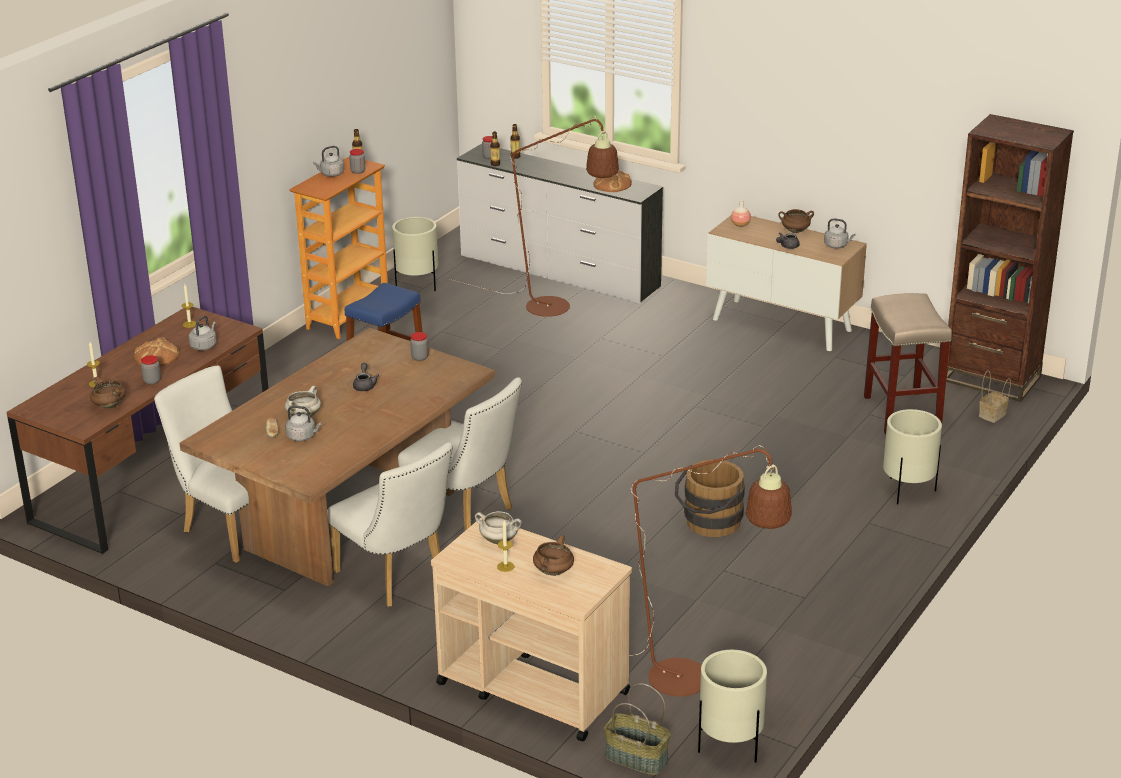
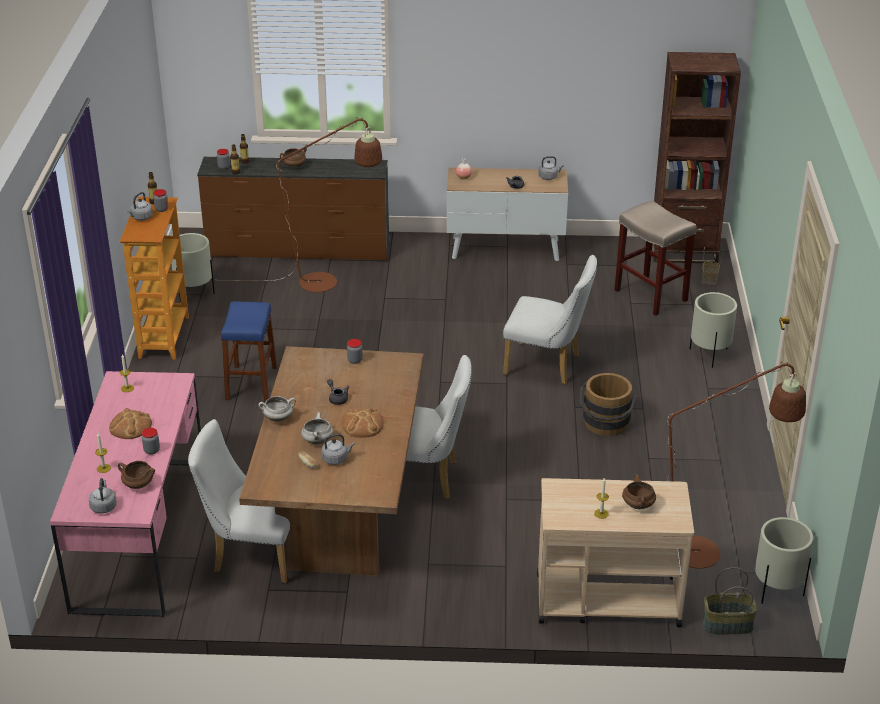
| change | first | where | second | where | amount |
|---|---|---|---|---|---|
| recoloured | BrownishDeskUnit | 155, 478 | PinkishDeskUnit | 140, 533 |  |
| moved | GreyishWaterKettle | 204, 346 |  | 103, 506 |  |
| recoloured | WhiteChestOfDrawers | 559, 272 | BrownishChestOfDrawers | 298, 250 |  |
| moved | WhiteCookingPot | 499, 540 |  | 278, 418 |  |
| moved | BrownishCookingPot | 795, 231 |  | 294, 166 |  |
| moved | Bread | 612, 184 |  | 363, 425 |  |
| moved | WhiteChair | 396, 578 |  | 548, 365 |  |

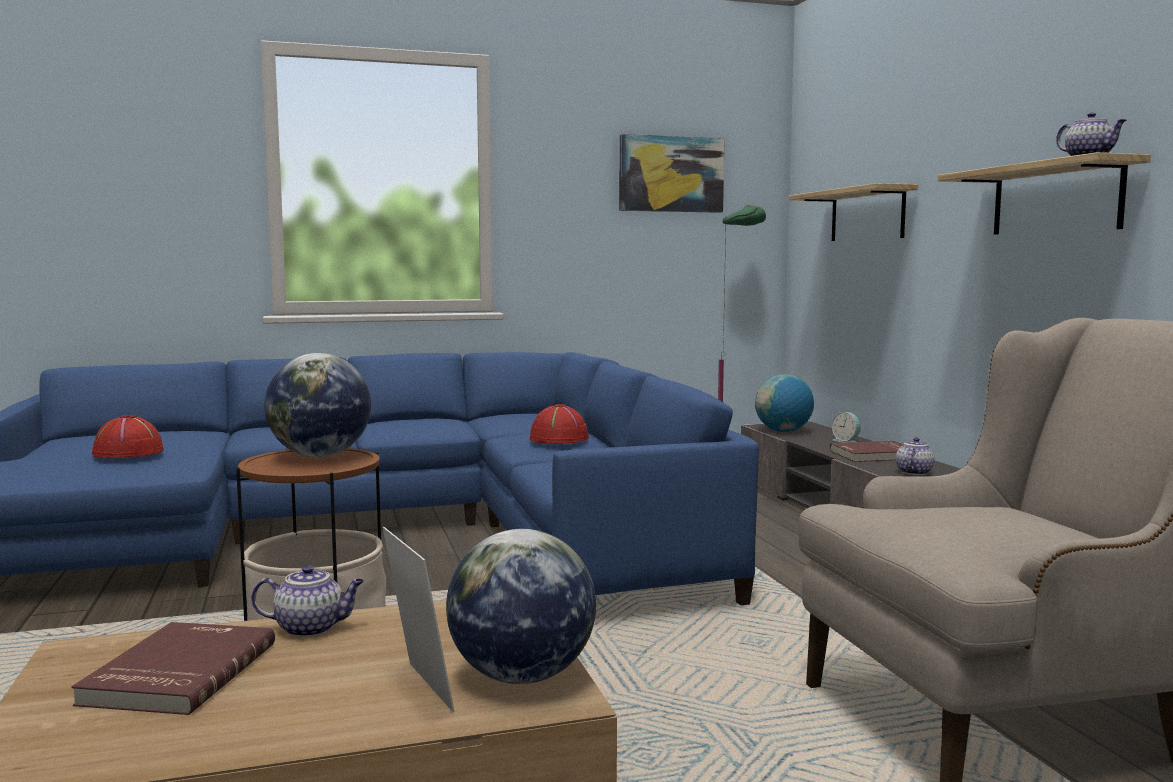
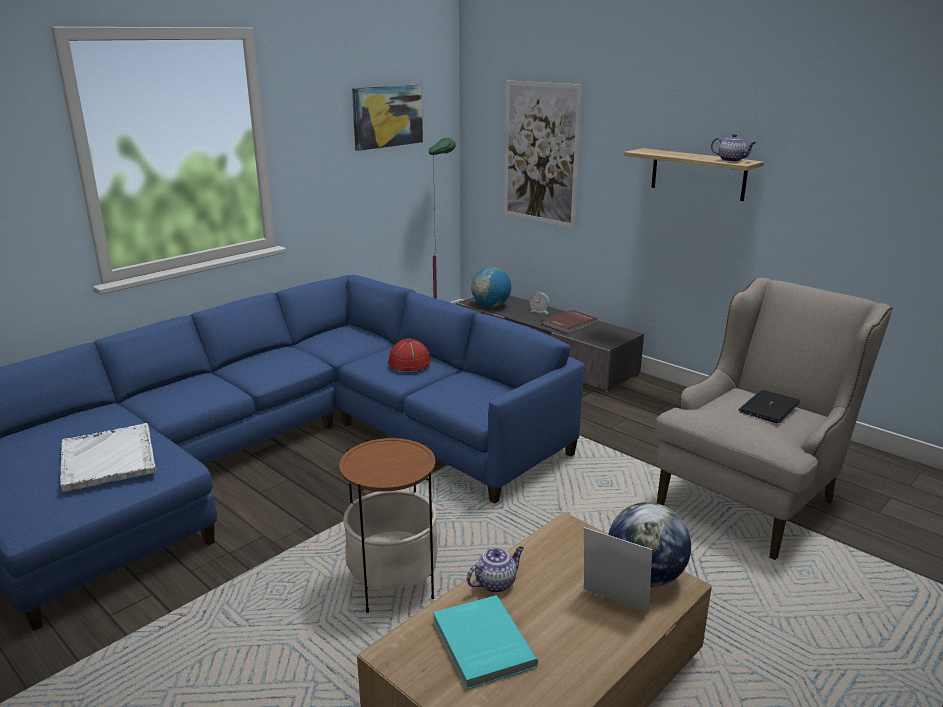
| change | first | where | second | where | amount |
|---|---|---|---|---|---|
| replaced | RedWearableHat | 128, 453 | WhiteServingTray | 108, 459 |  |
| recoloured | RedBoundBook | 177, 673 | TurquoiseBoundBook | 481, 644 |  |
| replaced | Shelf | 867, 215 | WallArt | 541, 153 |  |
| added |  |  | NotebookComputer | 769, 408 |  |
| removed | DeskGlobe | 319, 456 |  |  |  |
| removed | Teapot | 914, 472 |  |  |  |

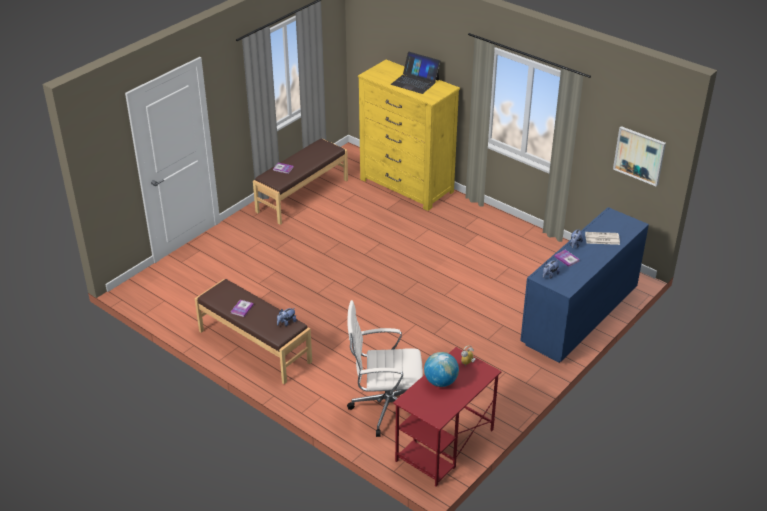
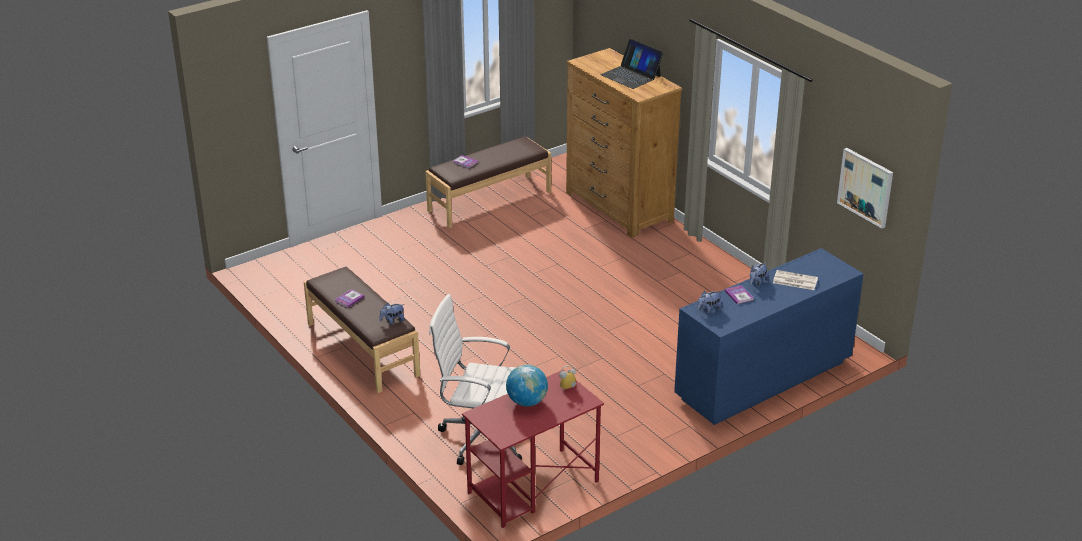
| change | first | where | second | where | amount |
|---|---|---|---|---|---|
| recoloured | YellowColouredChestOfDrawers | 406, 186 | BrownishChestOfDrawers | 619, 207 |  |

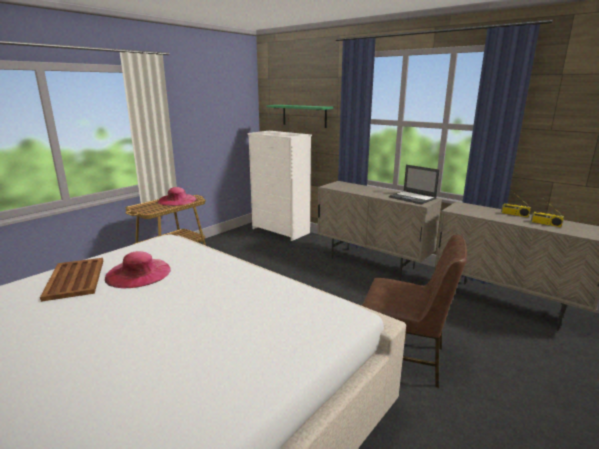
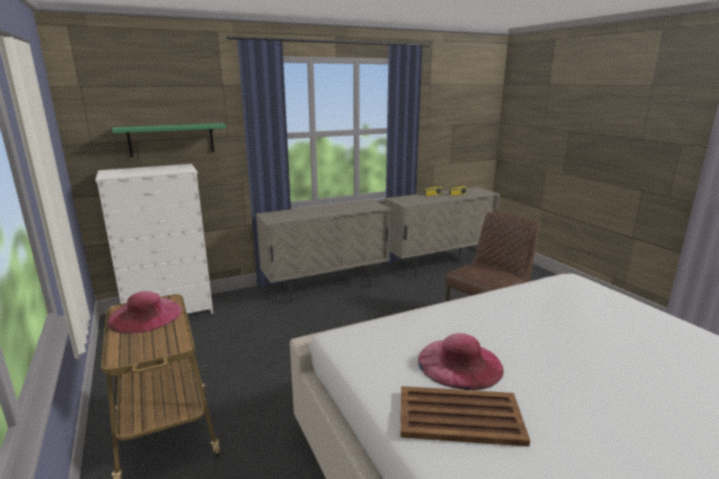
| change | first | where | second | where | amount |
|---|---|---|---|---|---|
| removed | NotebookComputer | 413, 198 |  |  |  |

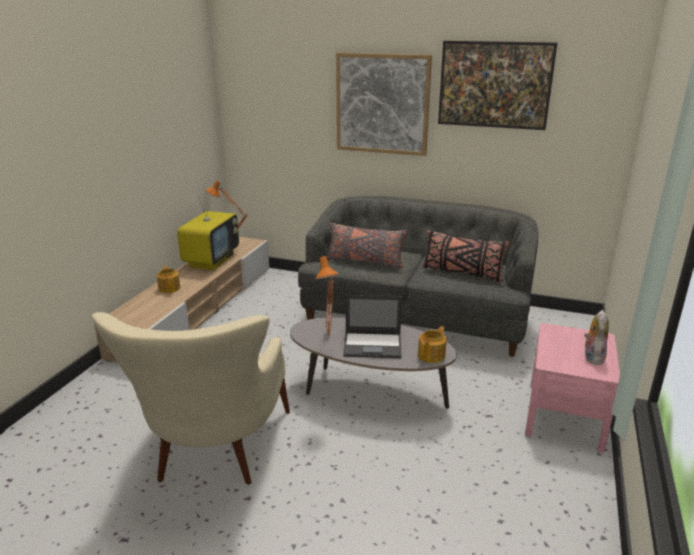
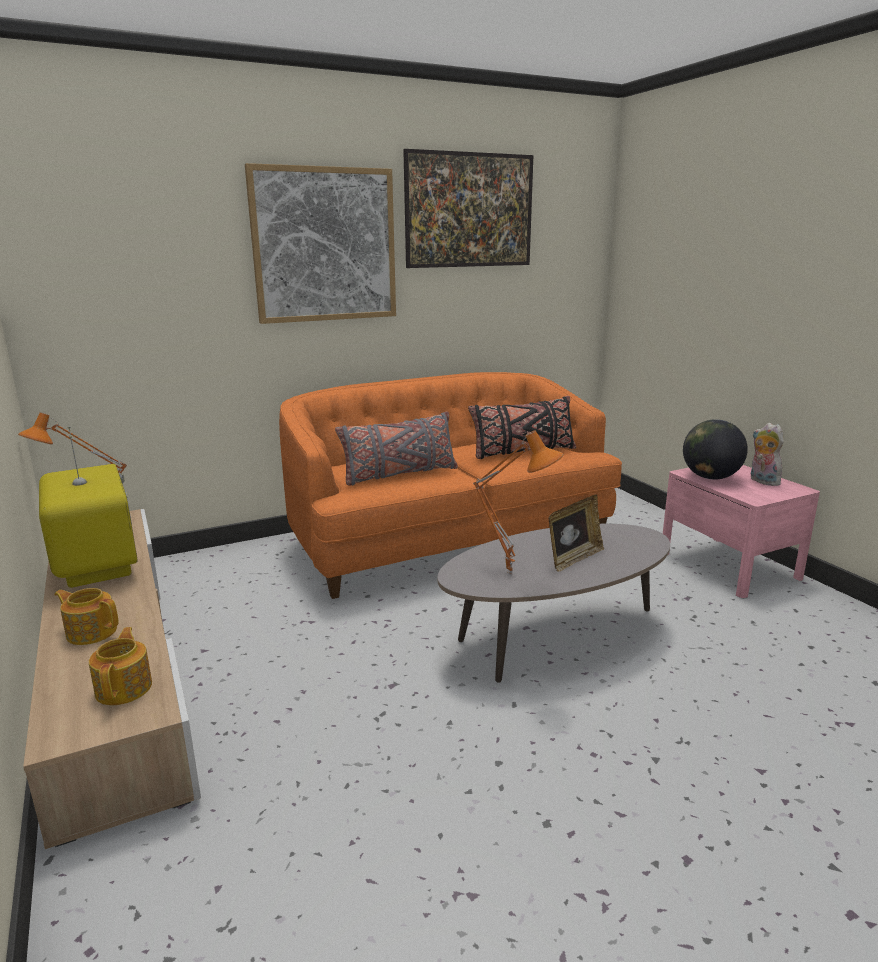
| change | first | where | second | where | amount |
|---|---|---|---|---|---|
| moved | Teapot | 432, 355 |  | 125, 687 |  |
| recoloured | GreyishSofa | 416, 316 | OrangeColouredSofa | 448, 539 |  |
| replaced | NotebookComputer | 373, 345 | PictureFrame | 573, 559 |  |
| added |  |  | DeskGlobe | 710, 477 |  |
| removed | BeigeColouredArmchair | 212, 457 |  |  |  |

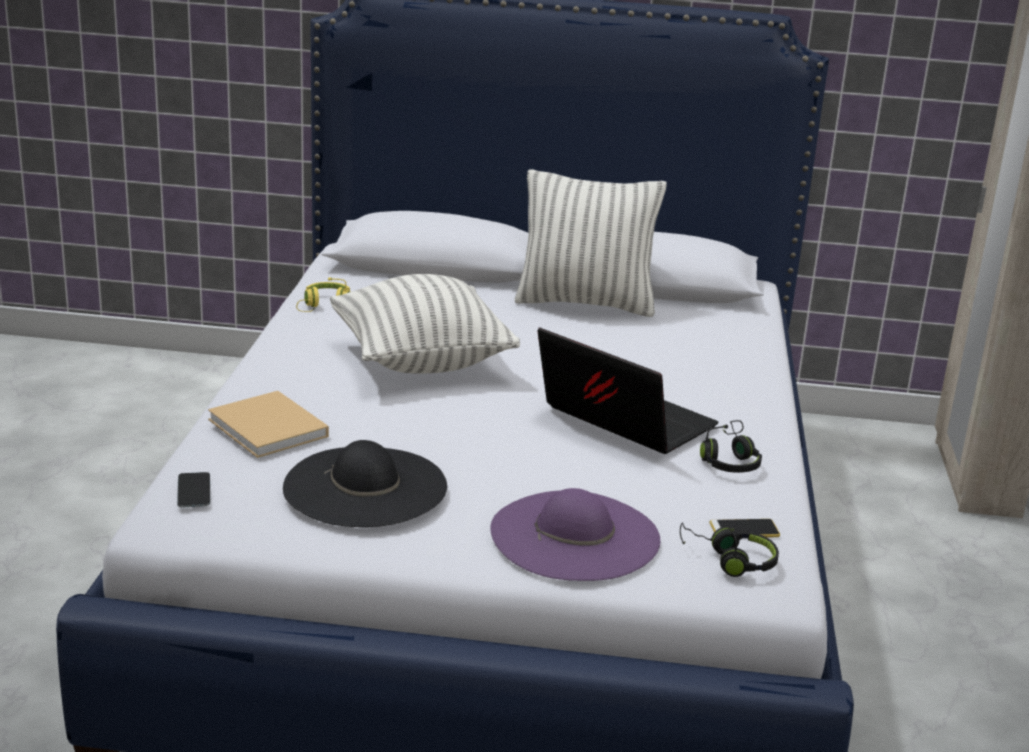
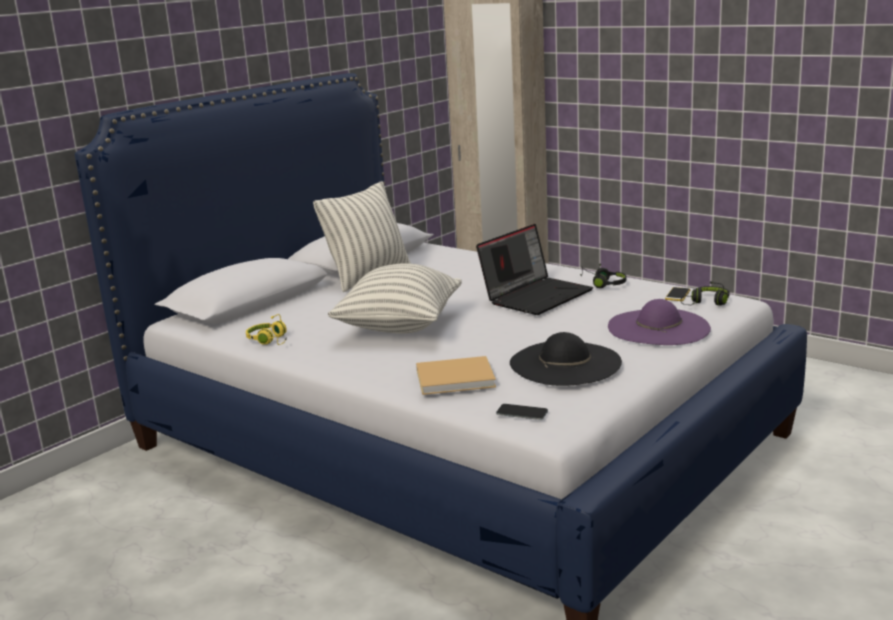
| change | first | where | second | where | amount |
|---|---|---|---|---|---|
| turned | NotebookComputer | 621, 421 |  | 536, 296 | 150 degrees clockwise |

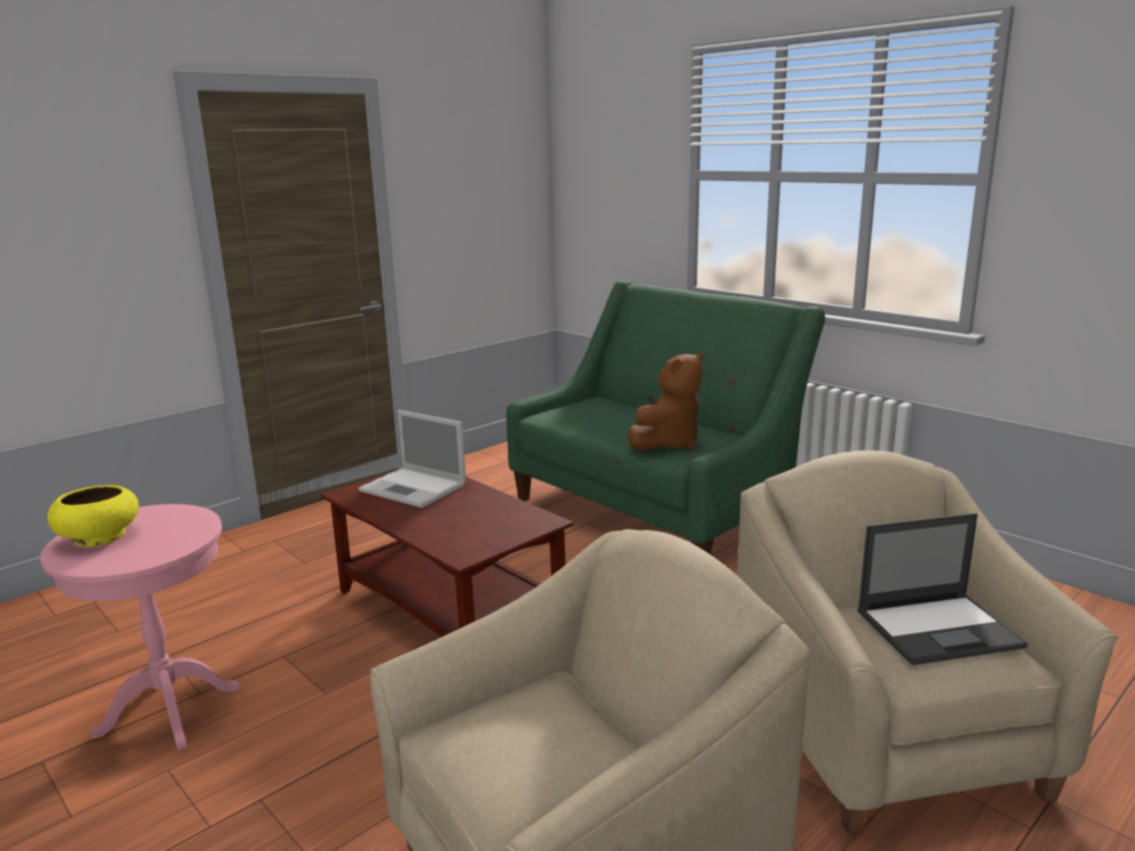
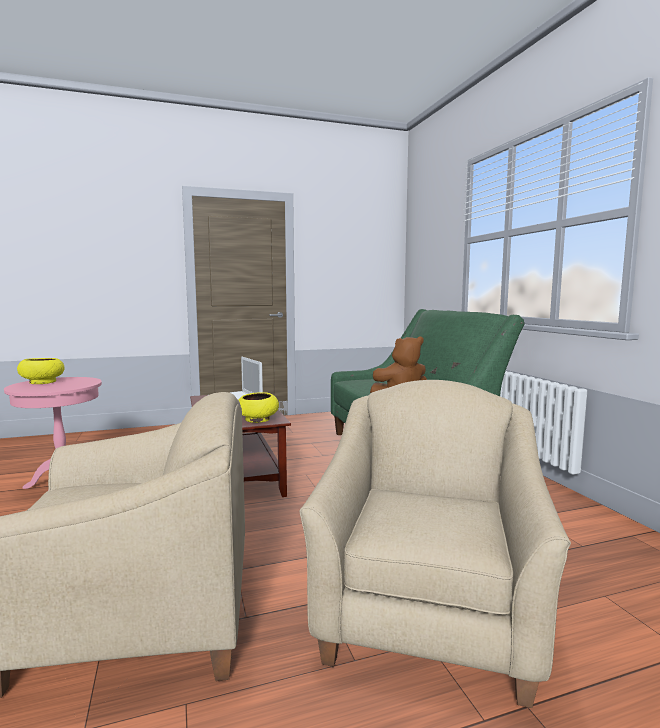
| change | first | where | second | where | amount |
|---|---|---|---|---|---|
| added |  |  | YellowColouredServingBowl | 257, 420 |  |
| removed | NotebookComputer | 940, 628 |  |  |  |

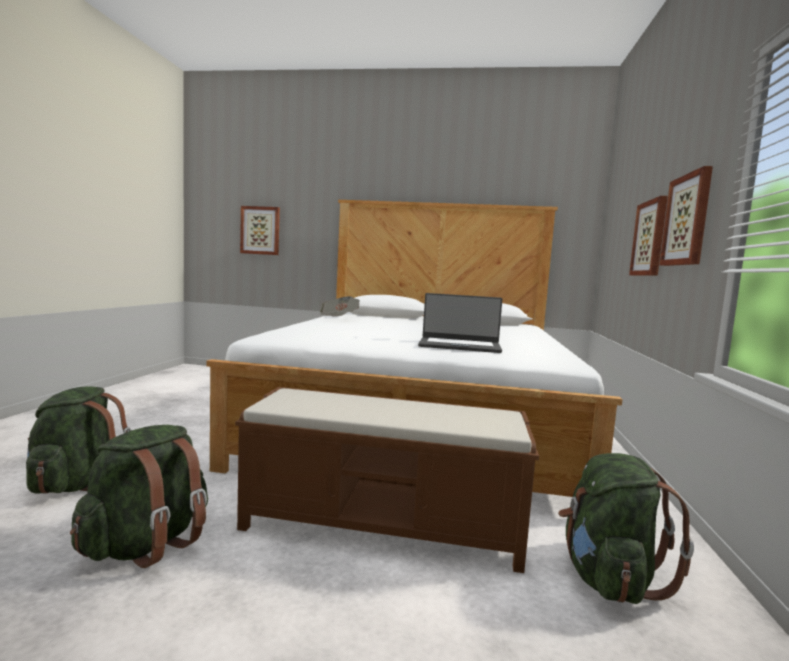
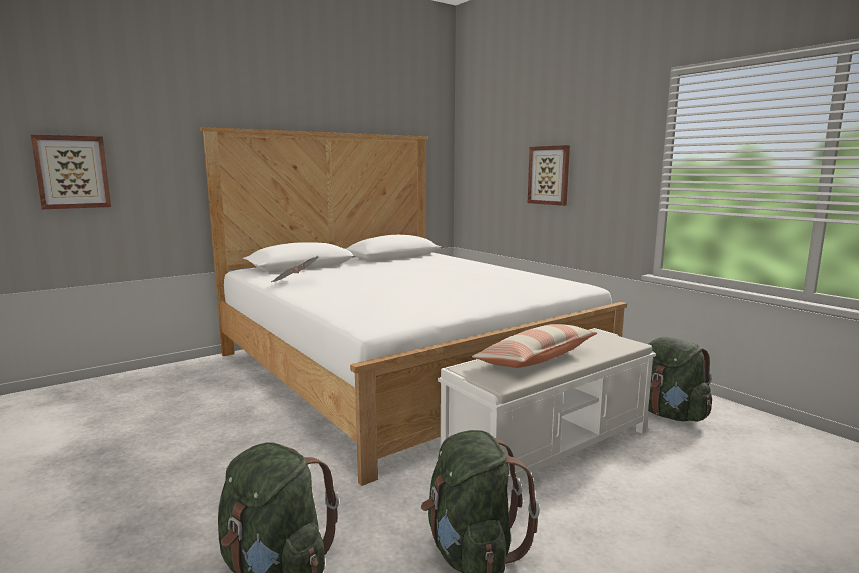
| change | first | where | second | where | amount |
|---|---|---|---|---|---|
| recoloured | BrownishLongSeat | 385, 525 | WhiteLongSeat | 550, 447 |  |
| added |  |  | Pillow | 536, 359 |  |
| removed | NotebookComputer | 459, 346 |  |  |  |
| removed | WallArt | 687, 220 |  |  |  |

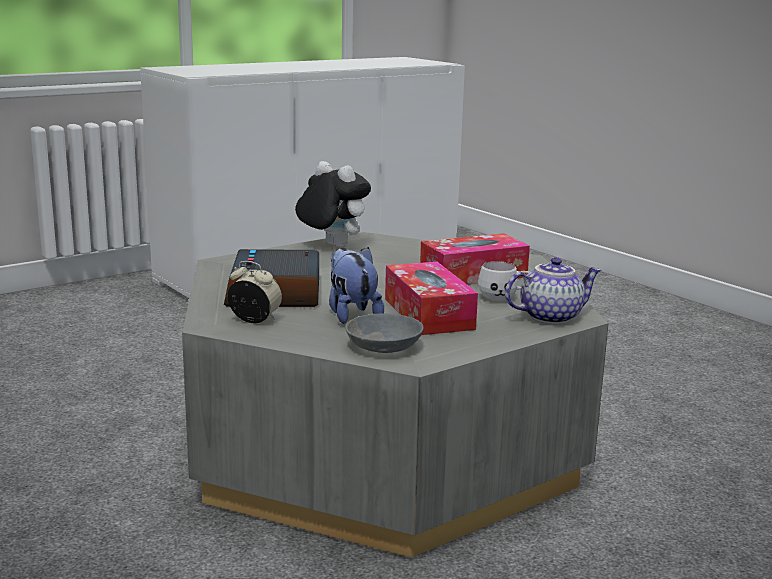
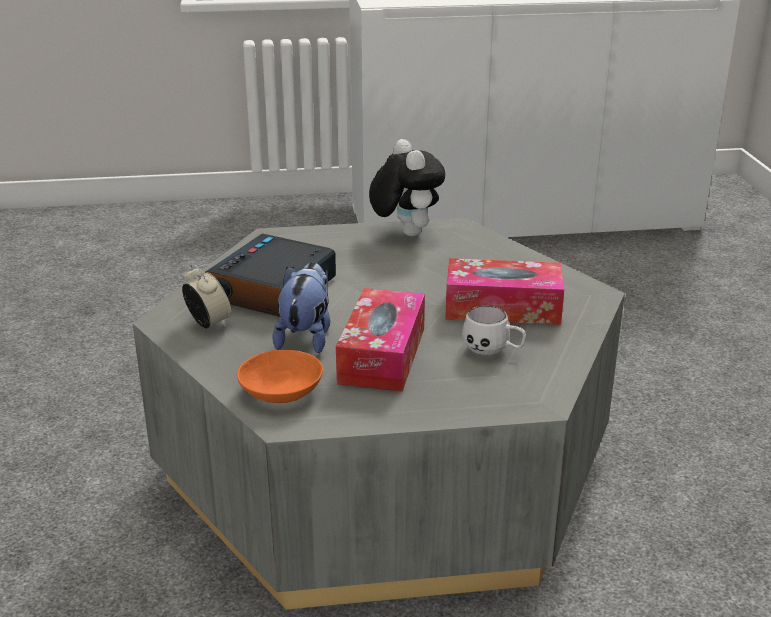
| change | first | where | second | where | amount |
|---|---|---|---|---|---|
| recoloured | GreyishServingBowl | 383, 346 | OrangeColouredServingBowl | 282, 390 |  |
| removed | Teapot | 550, 316 |  |  |  |

